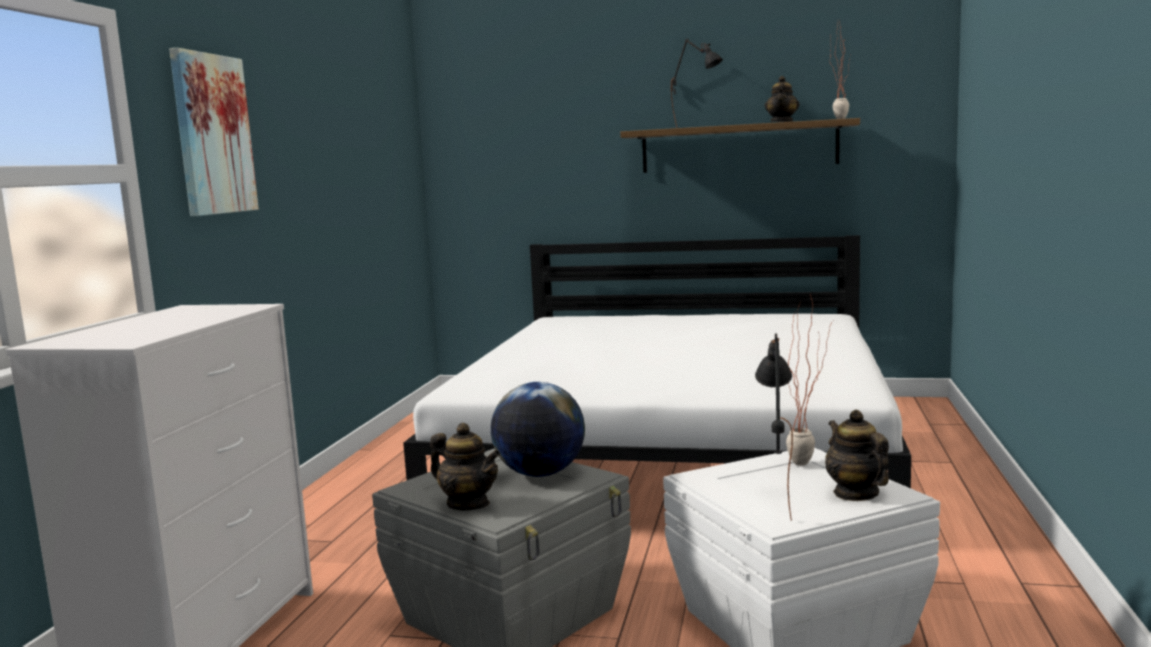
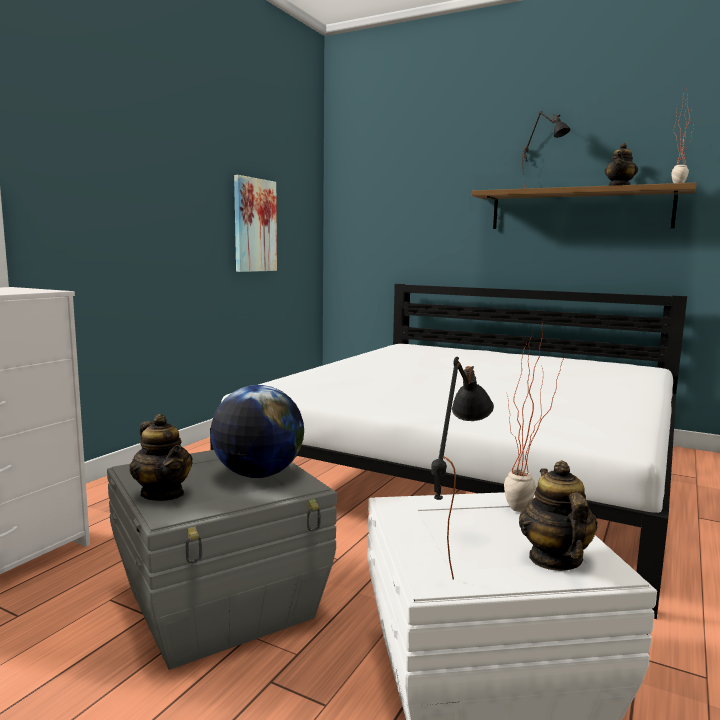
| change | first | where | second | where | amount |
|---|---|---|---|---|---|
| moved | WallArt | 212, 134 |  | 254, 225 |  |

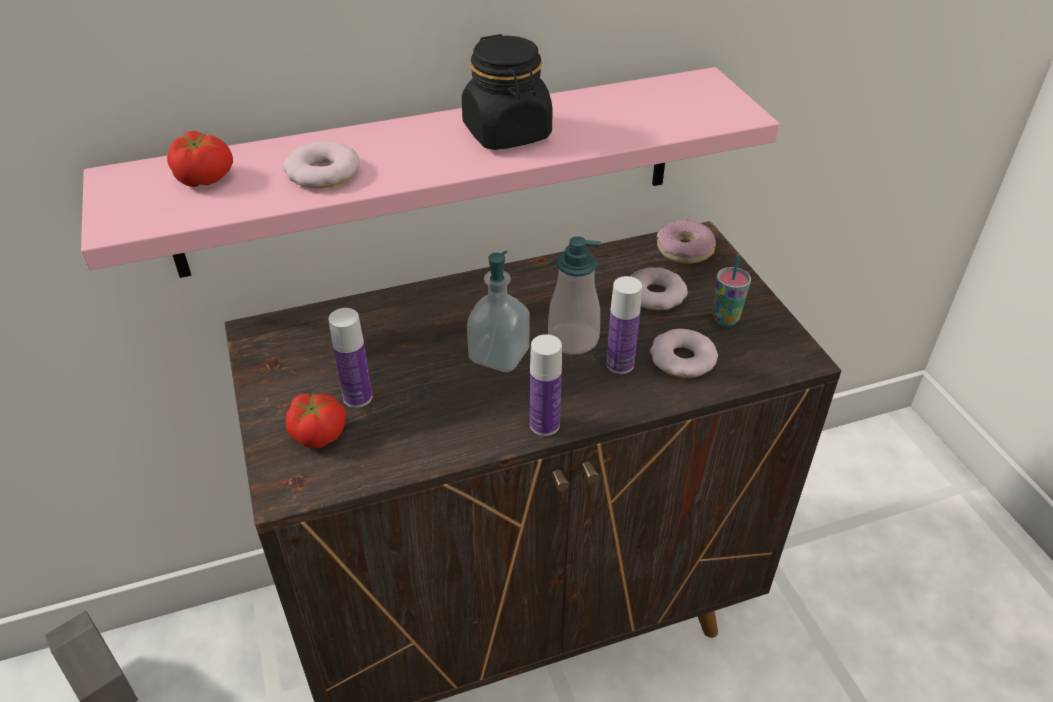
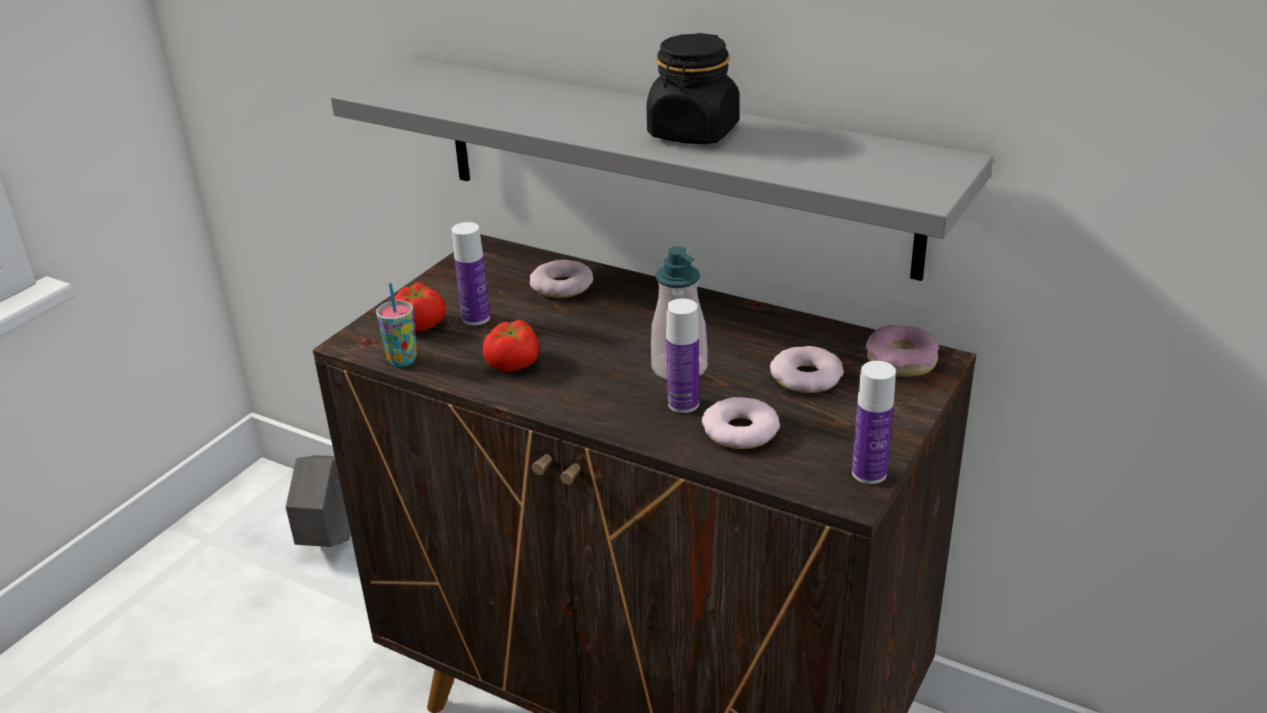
| change | first | where | second | where | amount |
|---|---|---|---|---|---|
| recoloured | PinkishShelf | 431, 172 | GreyishShelf | 670, 164 |  |
| moved | Cup | 725, 319 |  | 402, 360 |  |
| moved | WholeTomato | 205, 177 |  | 514, 363 |  |
| moved | Donut | 323, 173 |  | 561, 286 |  |
| moved | BeverageBottle | 544, 425 |  | 869, 473 |  |
| removed | SoapBottle | 499, 355 |  |  |  |

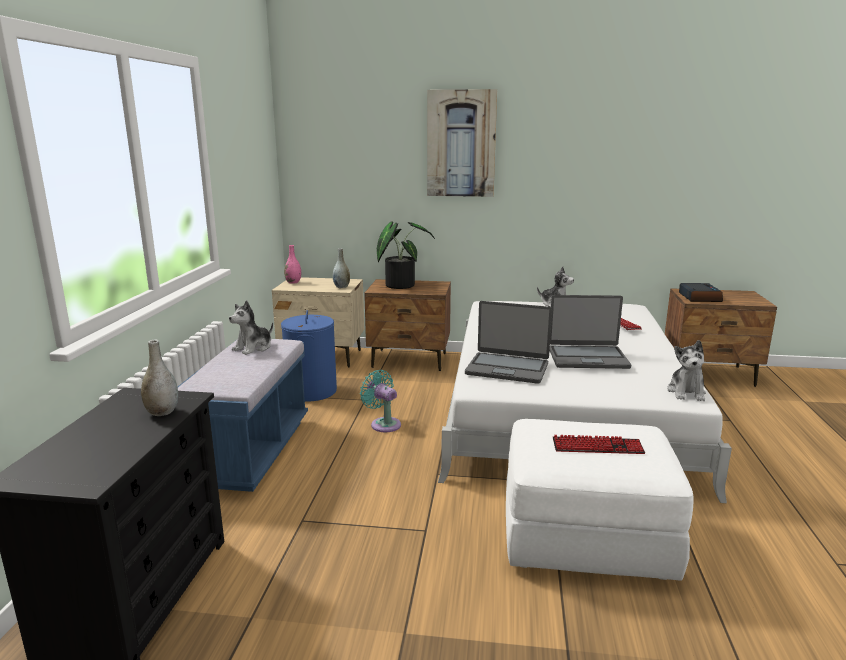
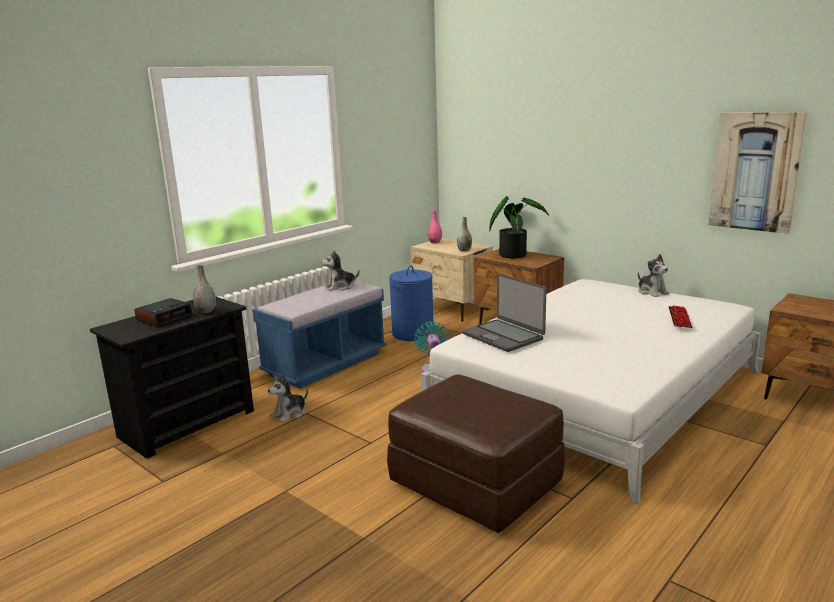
| change | first | where | second | where | amount |
|---|---|---|---|---|---|
| moved | TableClock | 699, 297 |  | 164, 318 |  |
| moved | SoftToy | 686, 392 |  | 290, 413 |  |
| recoloured | WhitePouffe | 587, 536 | BrownishPouffe | 477, 483 |  |
| moved | WallArt | 461, 144 |  | 755, 171 |  |
| removed | NotebookComputer | 587, 358 |  |  |  |
| removed | PcKeyboard | 597, 447 |  |  |  |

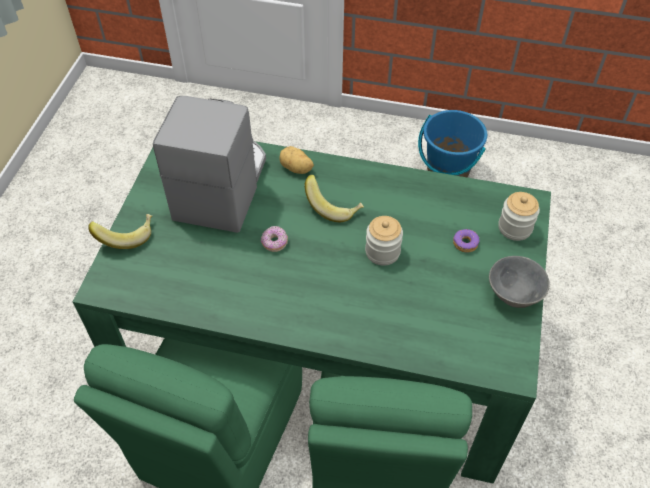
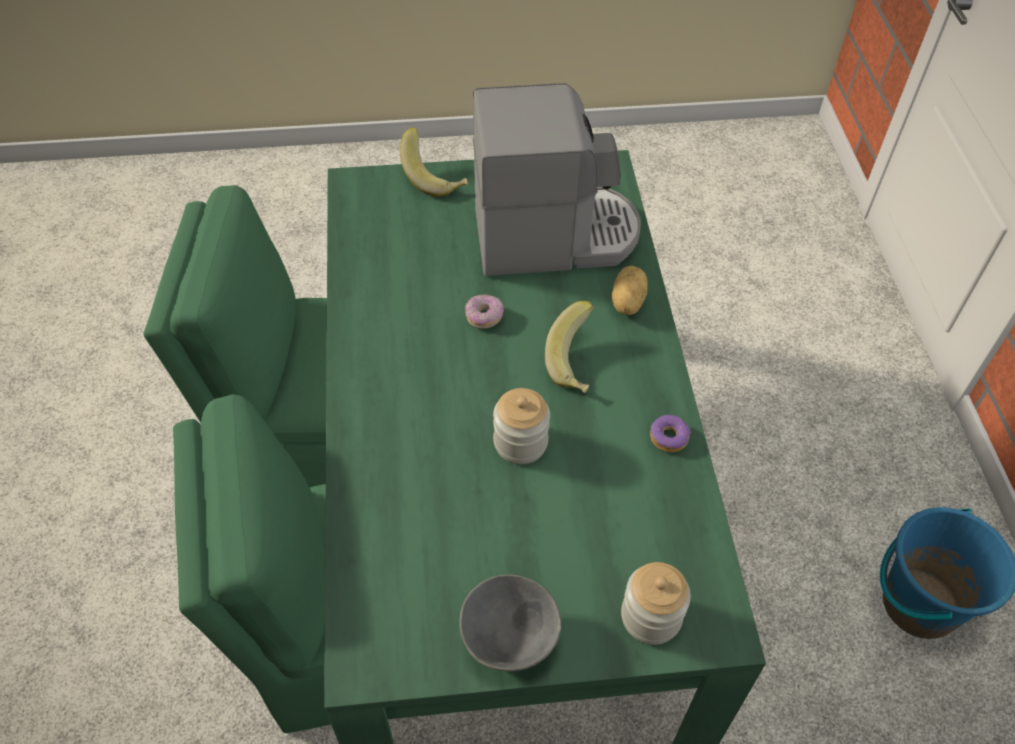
| change | first | where | second | where | amount |
|---|---|---|---|---|---|
| moved | Donut | 465, 243 |  | 668, 437 |  |

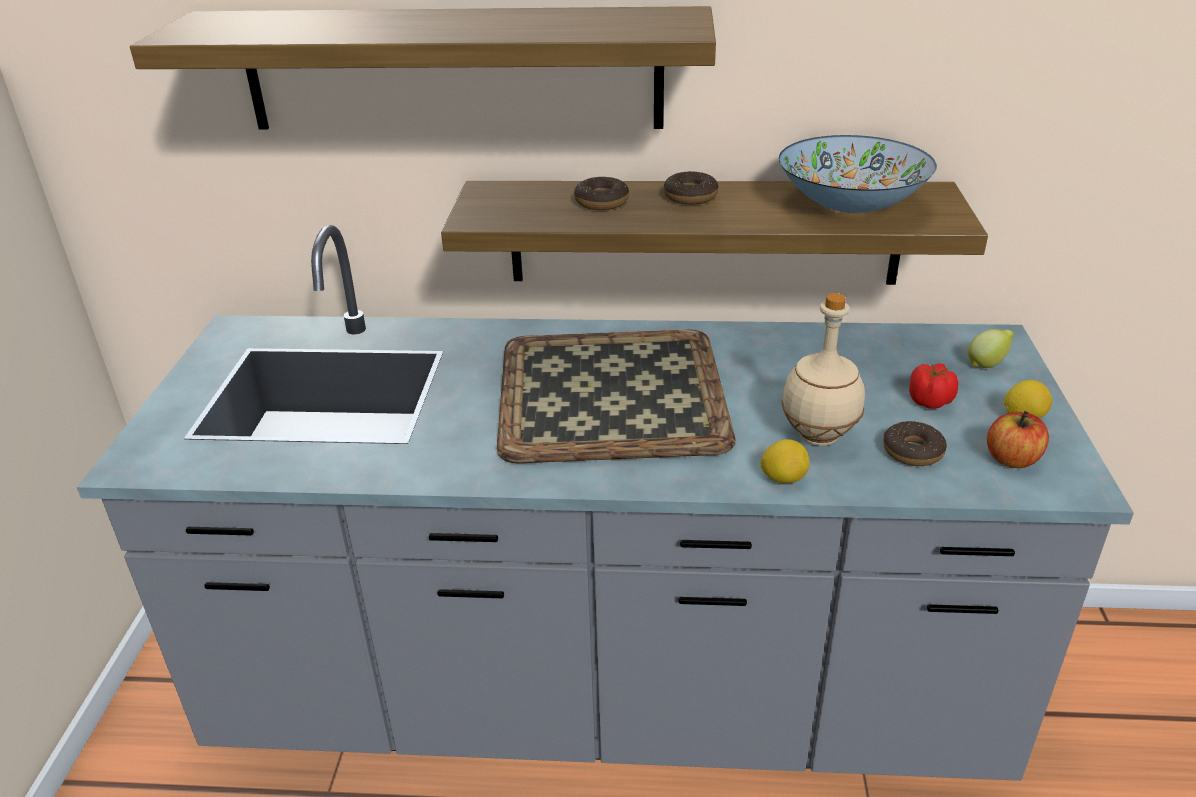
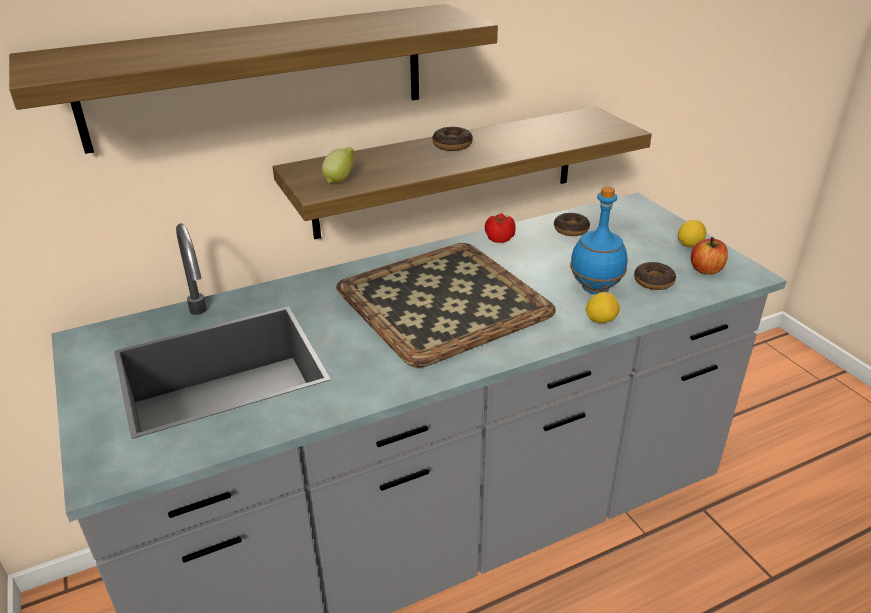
| change | first | where | second | where | amount |
|---|---|---|---|---|---|
| moved | Lemon | 986, 364 |  | 340, 180 |  |
| moved | WholeTomato | 929, 401 |  | 499, 239 |  |
| moved | Donut | 601, 202 |  | 571, 230 |  |
| recoloured | BeigeColouredBeverageBottle | 817, 436 | BlueBeverageBottle | 594, 289 |  |
| removed | ServingBowl | 851, 205 |  |  |  |

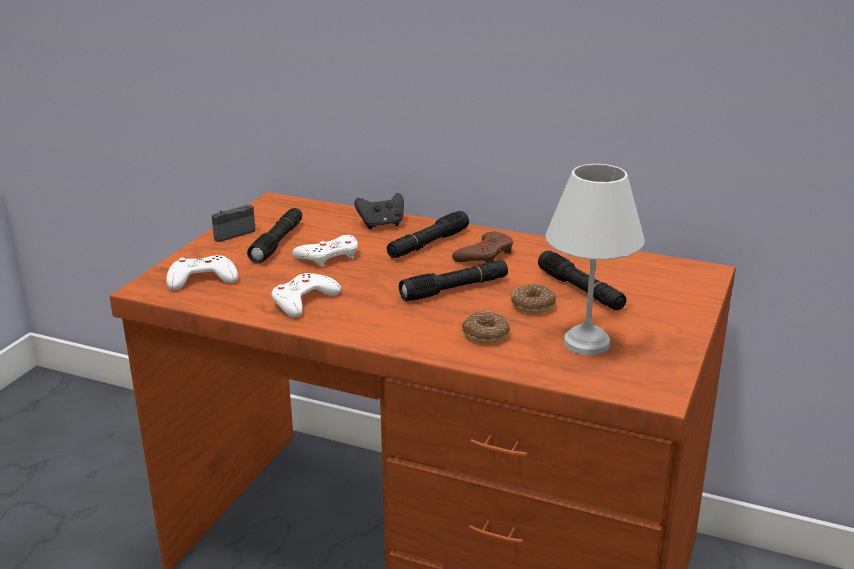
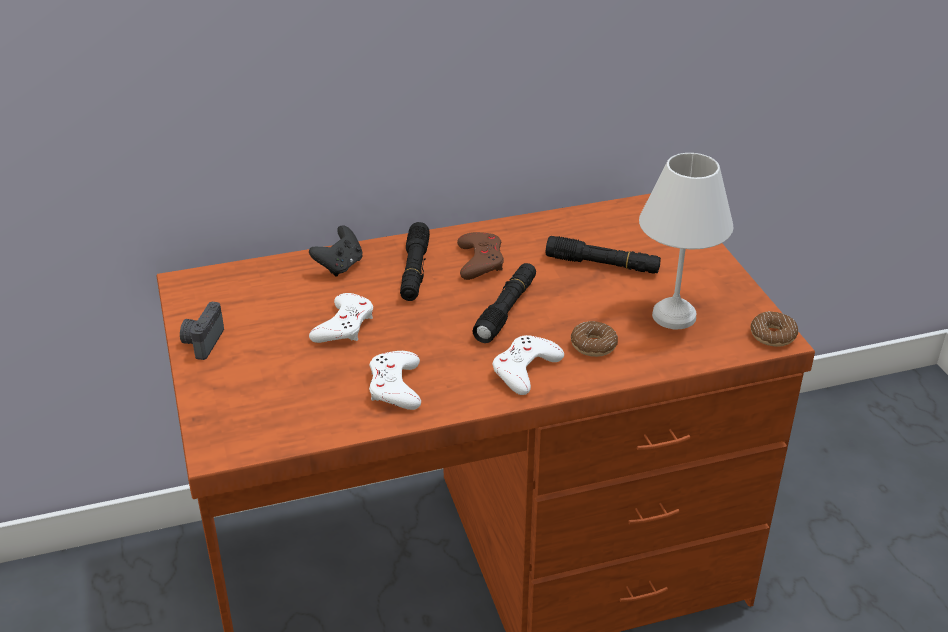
| change | first | where | second | where | amount |
|---|---|---|---|---|---|
| moved | WhiteGamepad | 202, 279 |  | 525, 369 |  |
| moved | Donut | 533, 306 |  | 772, 335 |  |
| removed | BlackishHandTorch | 277, 243 |  |  |  |

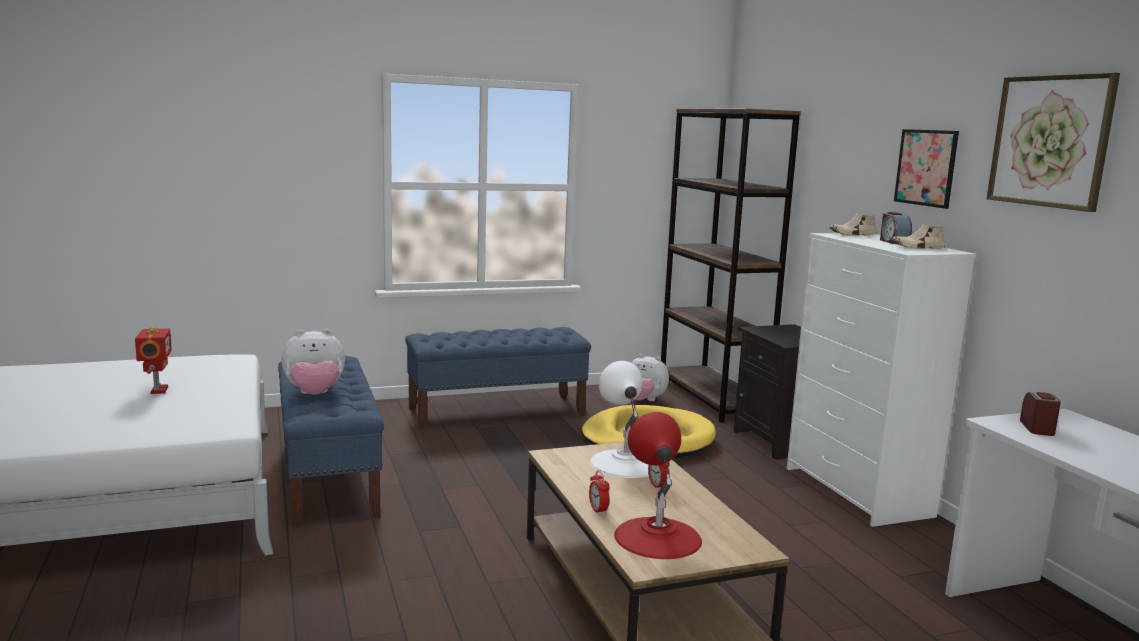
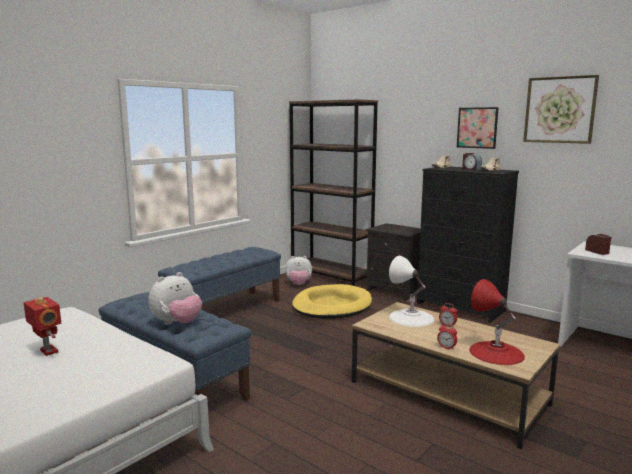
| change | first | where | second | where | amount |
|---|---|---|---|---|---|
| recoloured | WhiteChestOfDrawers | 858, 492 | BlackishChestOfDrawers | 461, 307 |  |

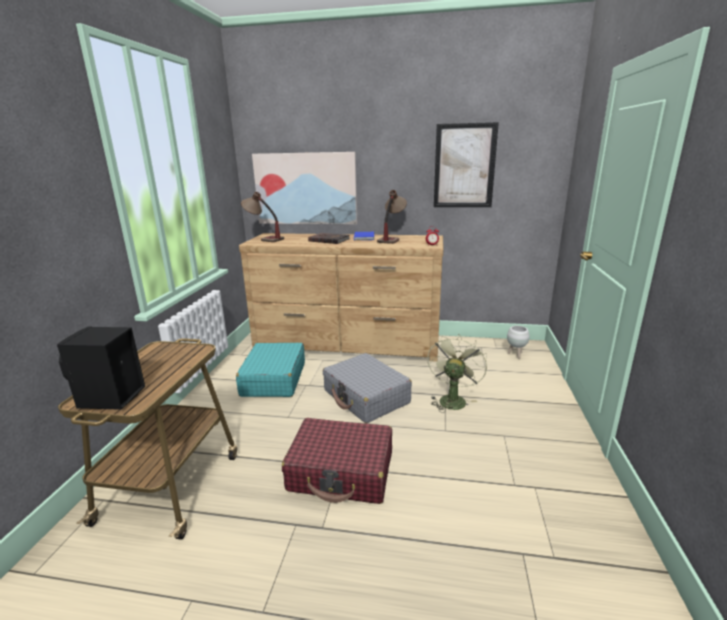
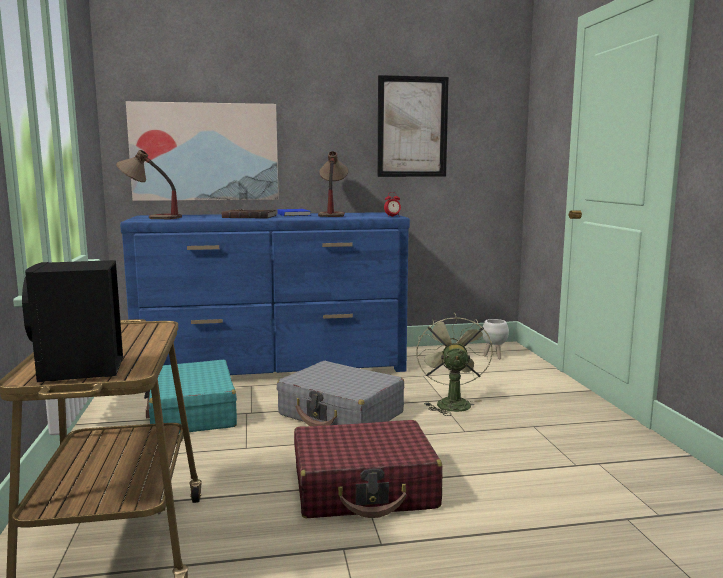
| change | first | where | second | where | amount |
|---|---|---|---|---|---|
| recoloured | BrownishChestOfDrawers | 347, 344 | BlueChestOfDrawers | 274, 366 |  |

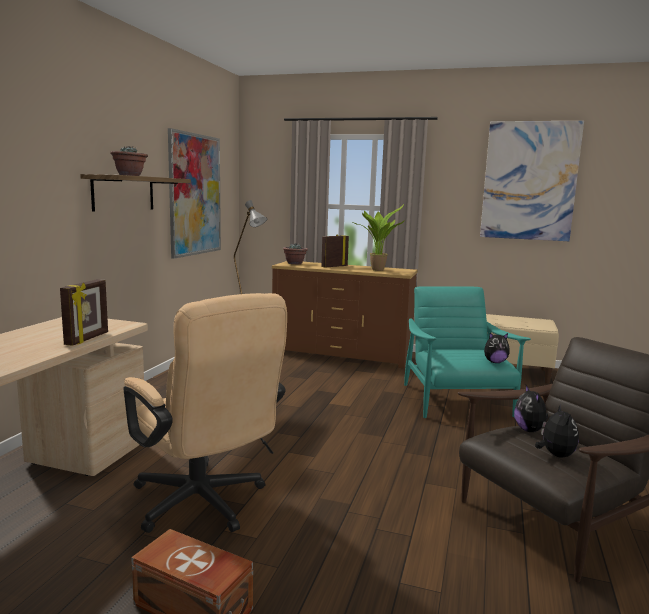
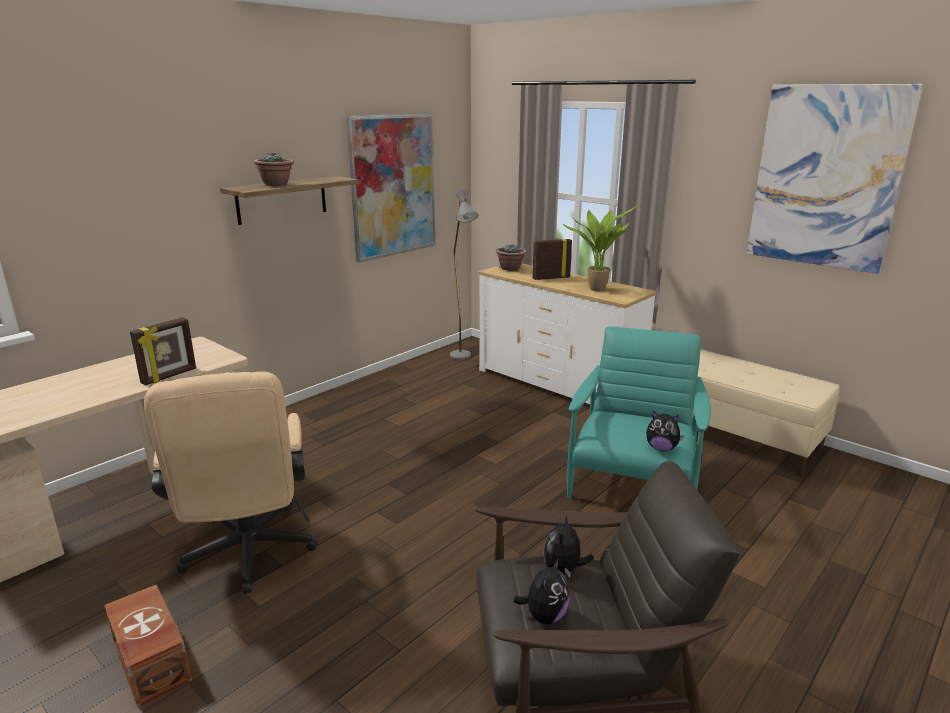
| change | first | where | second | where | amount |
|---|---|---|---|---|---|
| recoloured | BrownishChestOfDrawers | 341, 354 | WhiteChestOfDrawers | 558, 384 |  |

